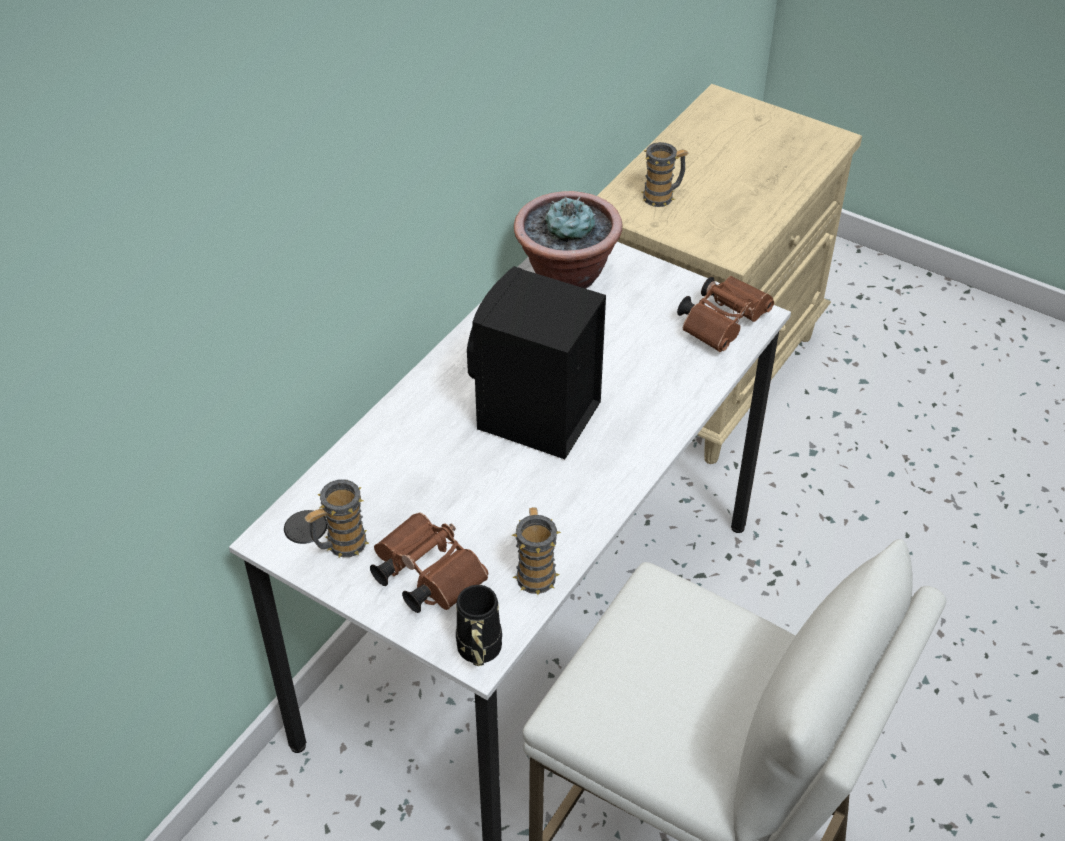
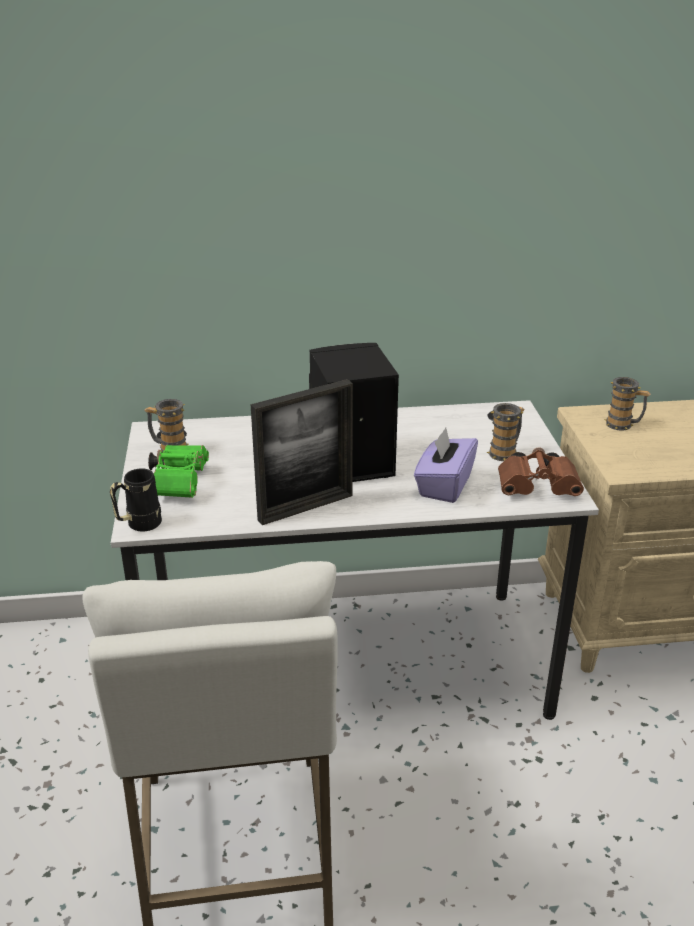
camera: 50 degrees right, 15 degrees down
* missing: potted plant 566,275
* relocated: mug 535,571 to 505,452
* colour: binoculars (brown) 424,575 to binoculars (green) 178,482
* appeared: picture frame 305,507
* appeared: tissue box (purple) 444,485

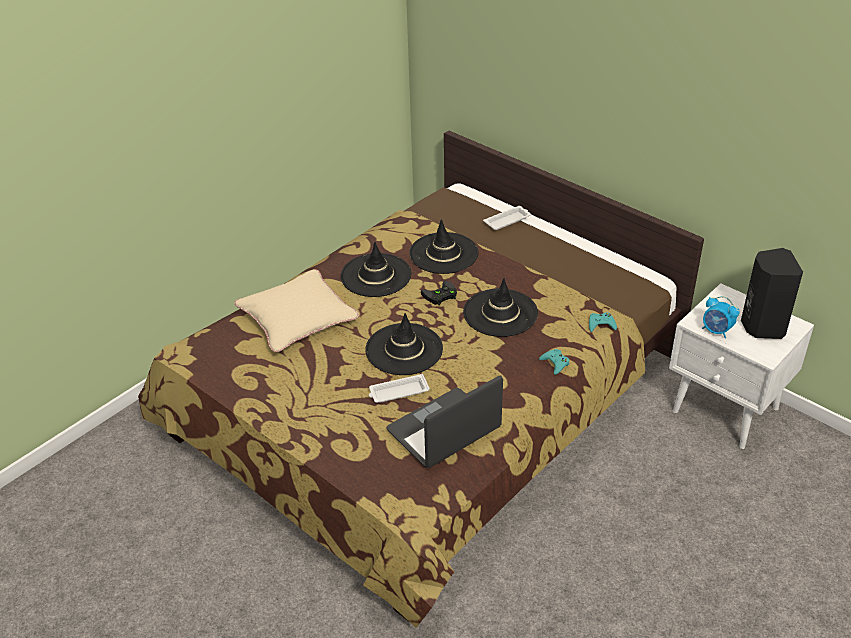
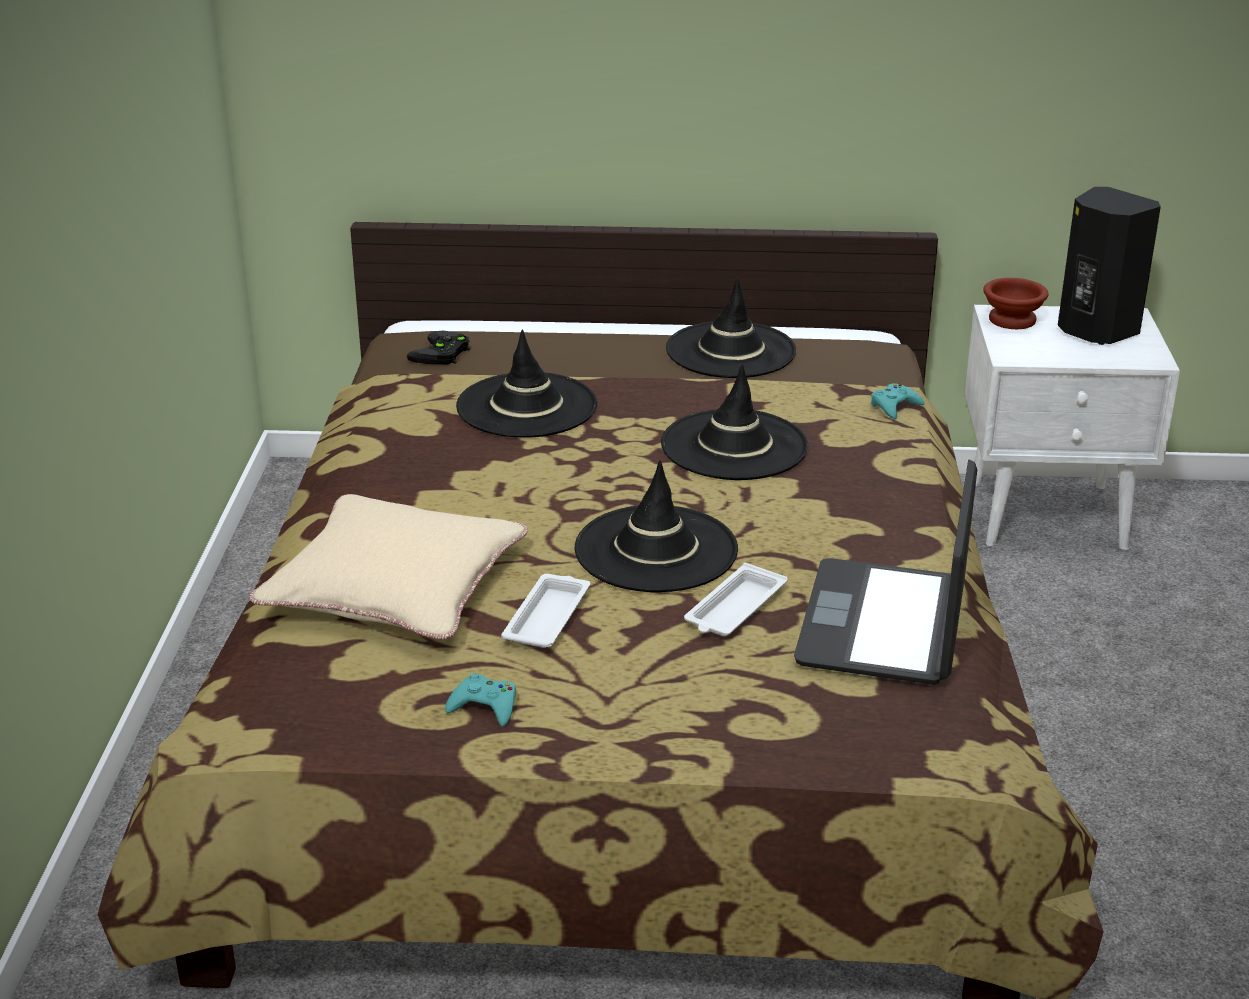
camera: 40 degrees left, 10 degrees down
* relocated: tray (white) 508,220 to 548,617
* relocated: hat (black) 376,275 to 730,351
* relocated: game controller (black) 439,296 to 441,354
* missing: alarm clock 716,331
* relocated: game controller (turquoise) 555,363 to 485,706
* appeared: bowl (brown) 1010,319

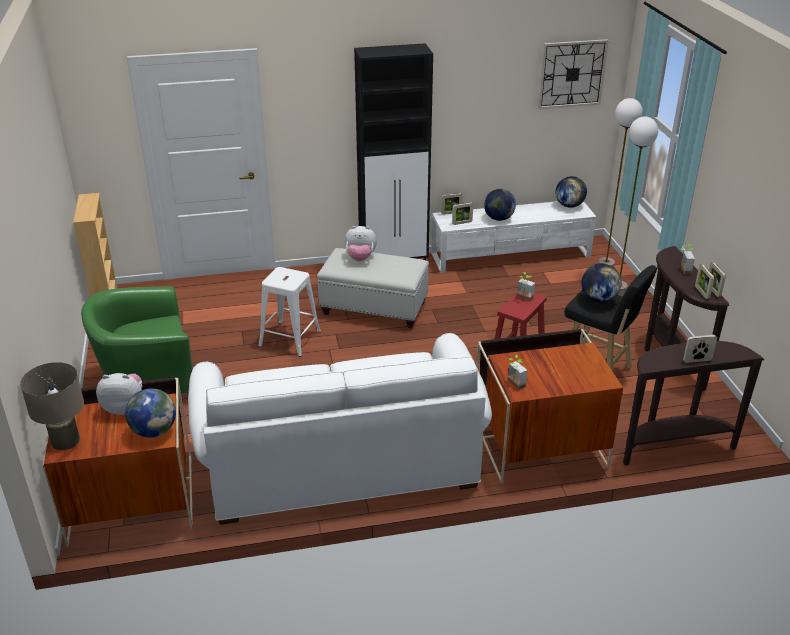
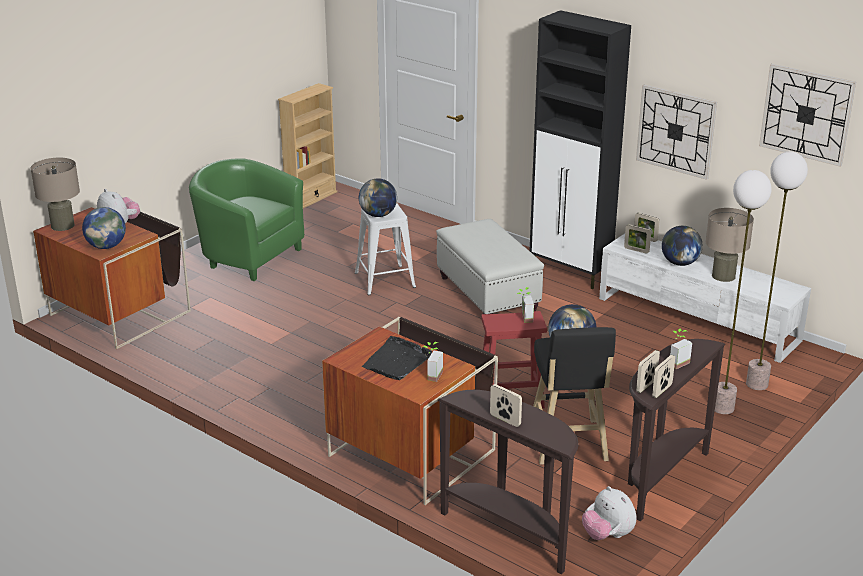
camera: 50 degrees right, 5 degrees down
* relocated: globe 569,205 to 378,215
* relocated: plush toy 360,258 to 607,535
* missing: sofa (white) 341,461
* relocated: potted plant 513,385 to 431,375
* appeared: wall clock 676,131
* appeared: table lamp (beige) 723,276
* appeared: tray (black) 397,361

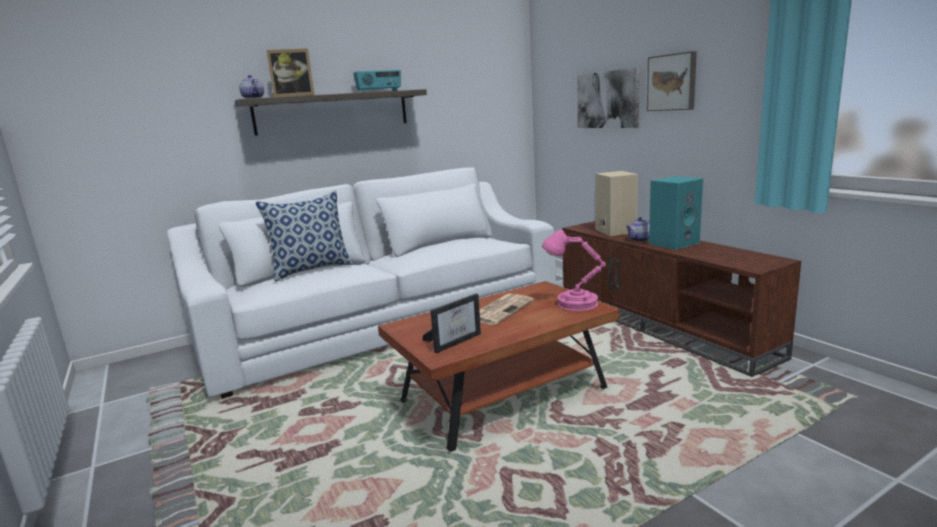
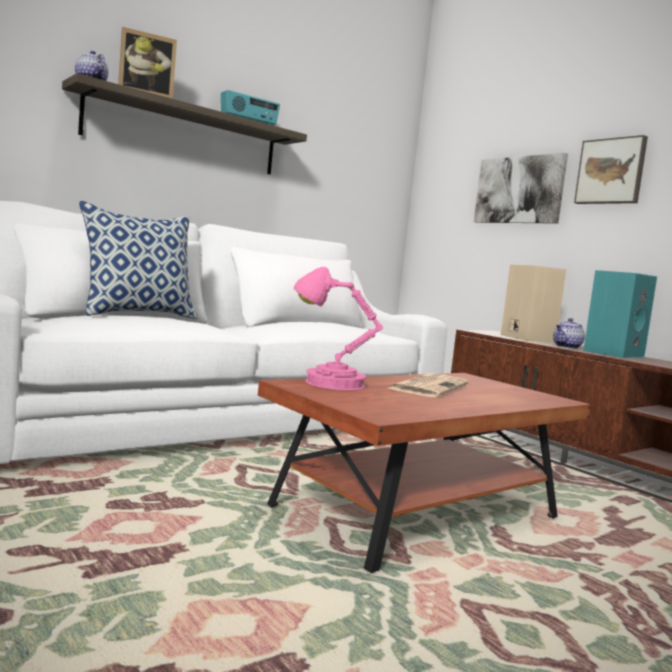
camera: 10 degrees left, 10 degrees down
* relocated: table lamp (pink) 573,303 to 329,383
* missing: picture frame 455,341

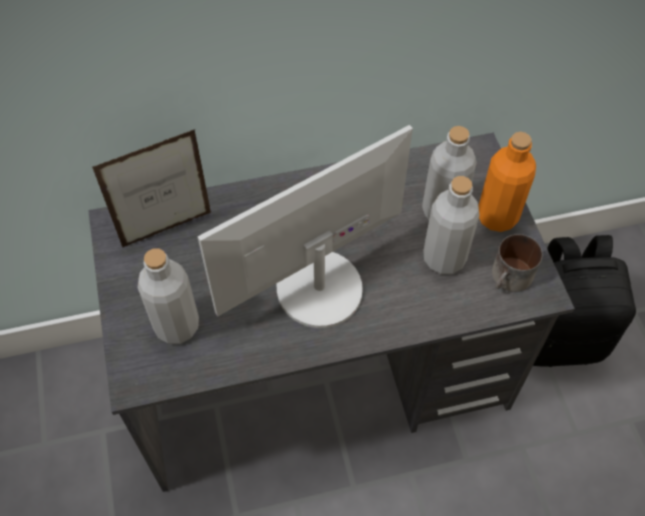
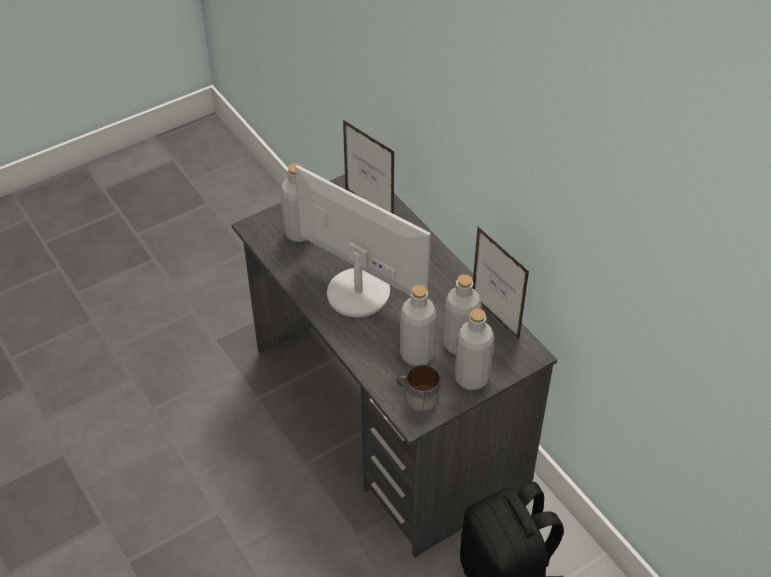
camera: 70 degrees right, 10 degrees down
* colour: bottle (orange) 497,216 to bottle (grey) 471,378
* appeared: picture frame 495,317

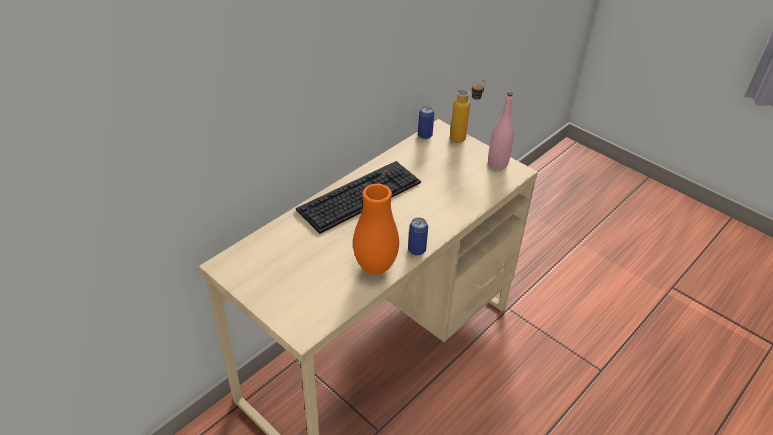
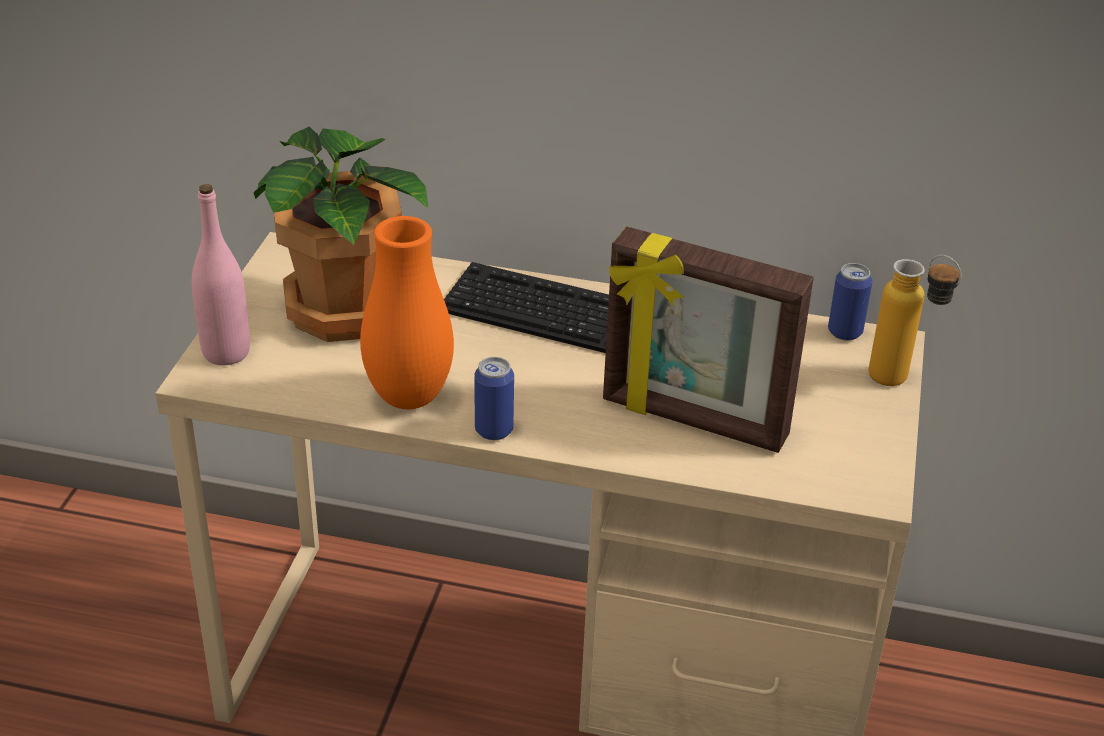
camera: 60 degrees right, 5 degrees down
* relocated: bottle (pink) 497,164 to 226,352
* appeared: potted plant 347,309
* appeared: picture frame 693,420

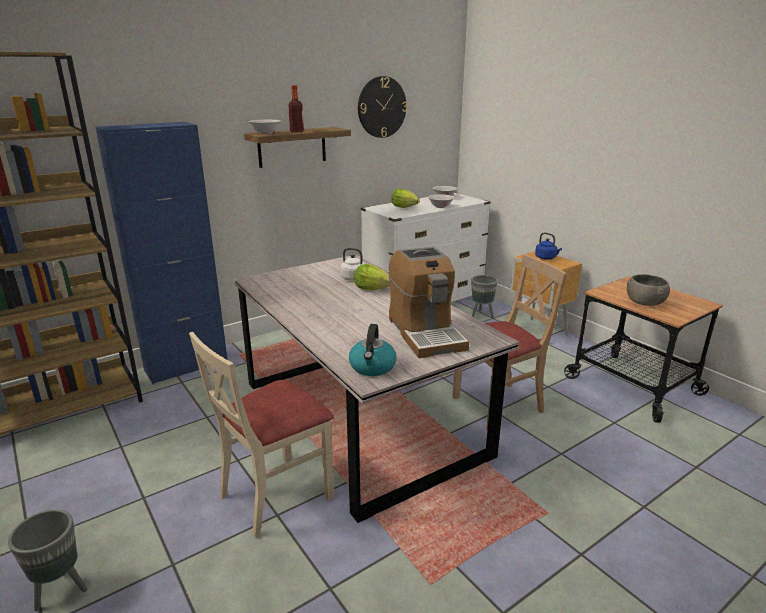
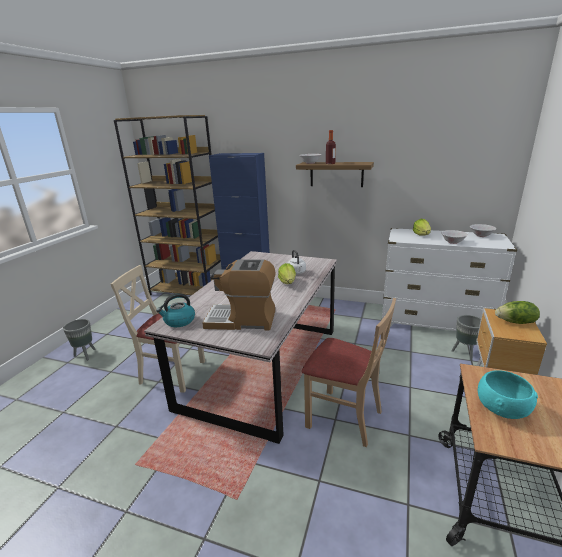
camera: 55 degrees right, 0 degrees up
* missing: wall clock 382,107
* exchanged: kettle (blue) 546,258 to lettuce 516,322
* spun: coffee machine 425,333 = 242,320 60 degrees clockwise
* colour: bowl (grey) 644,302 to bowl (turquoise) 502,408

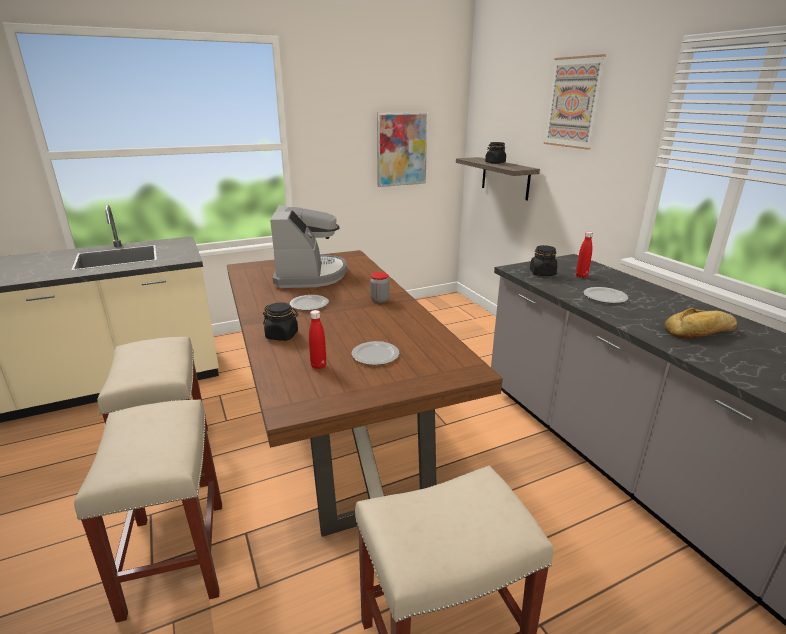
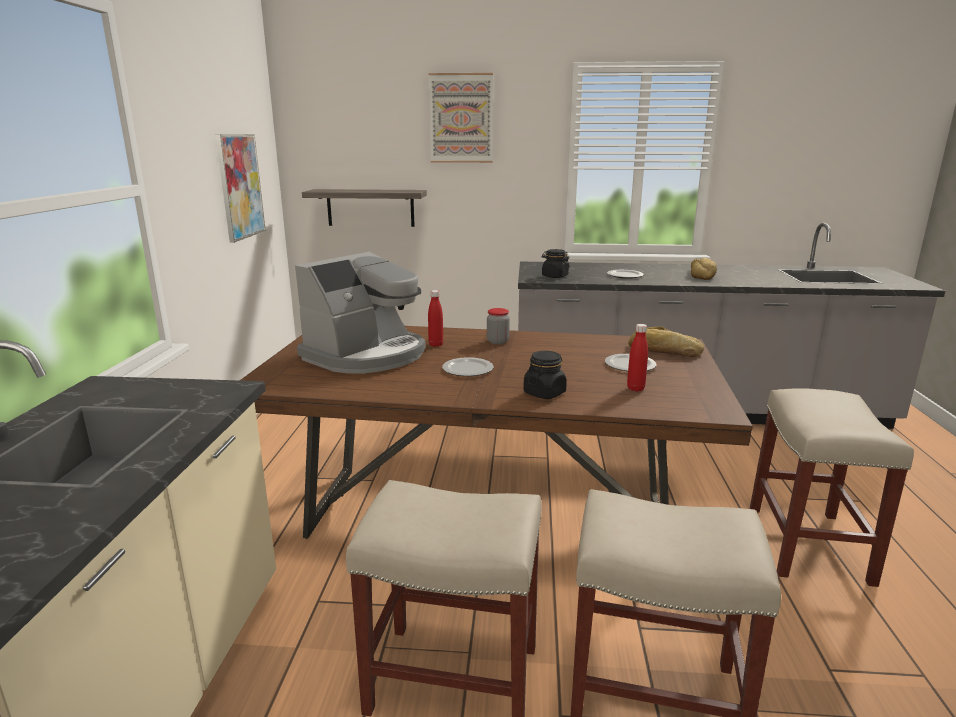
camera: 60 degrees left, 5 degrees down
* missing: jar (black) 495,163
* spun: coffee machine 309,275 = 367,355 105 degrees clockwise
* relocated: bottle (red) 581,276 to 436,344
* appeared: bread 664,351

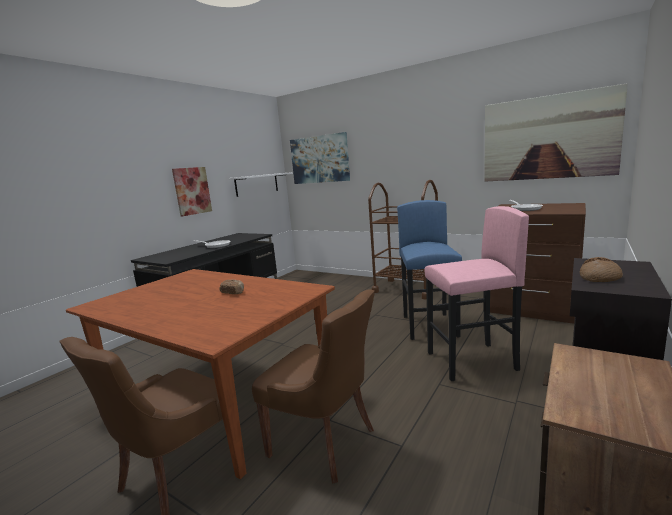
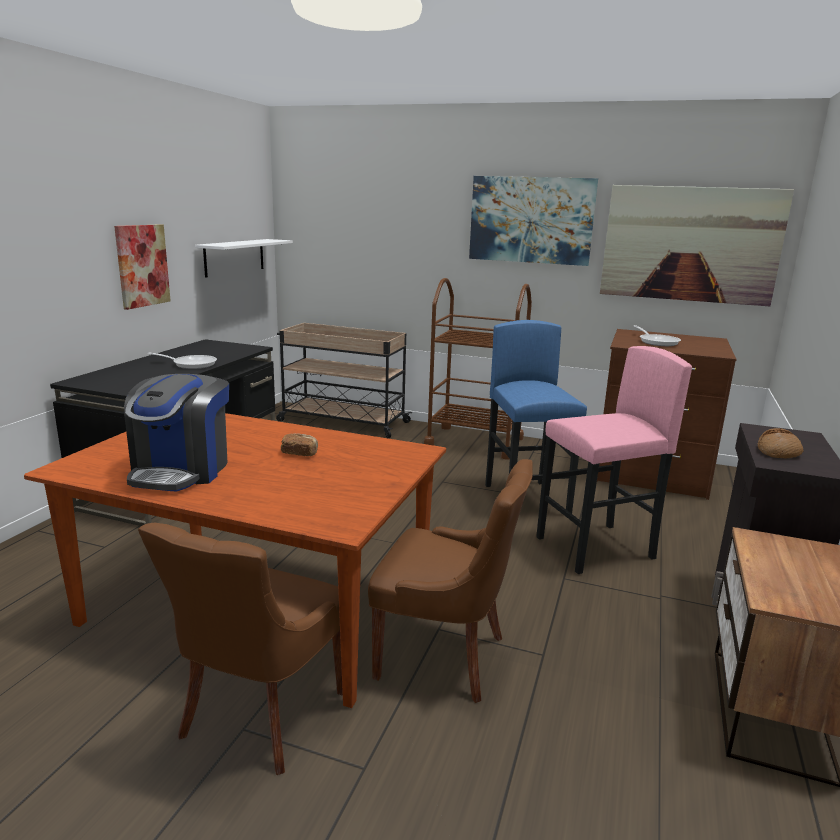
camera: 15 degrees left, 5 degrees up
* relocated: picture 319,159 to 531,220
* appeared: cart (beige) 342,421
* appeared: coffee machine 181,470

